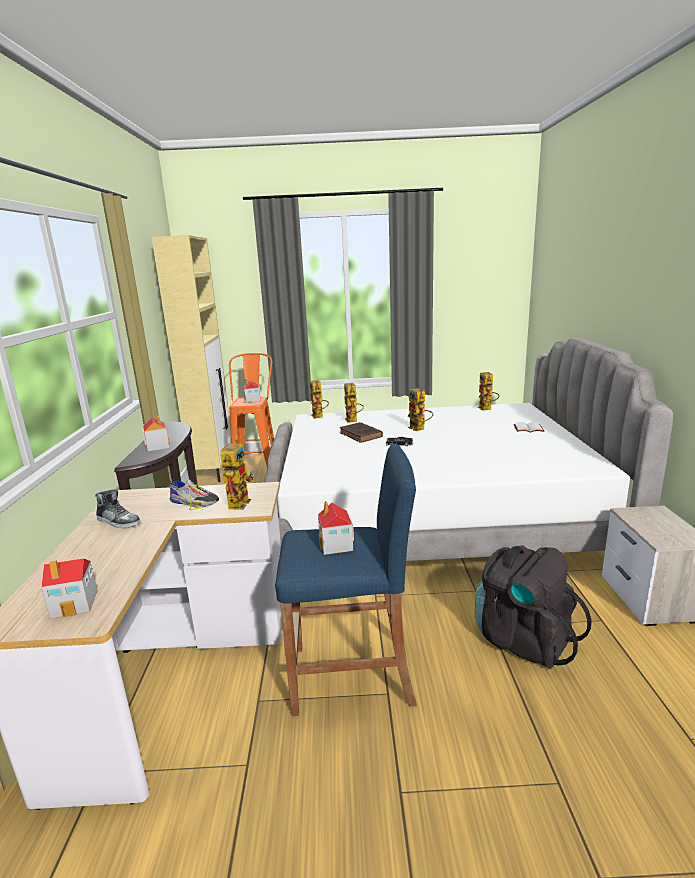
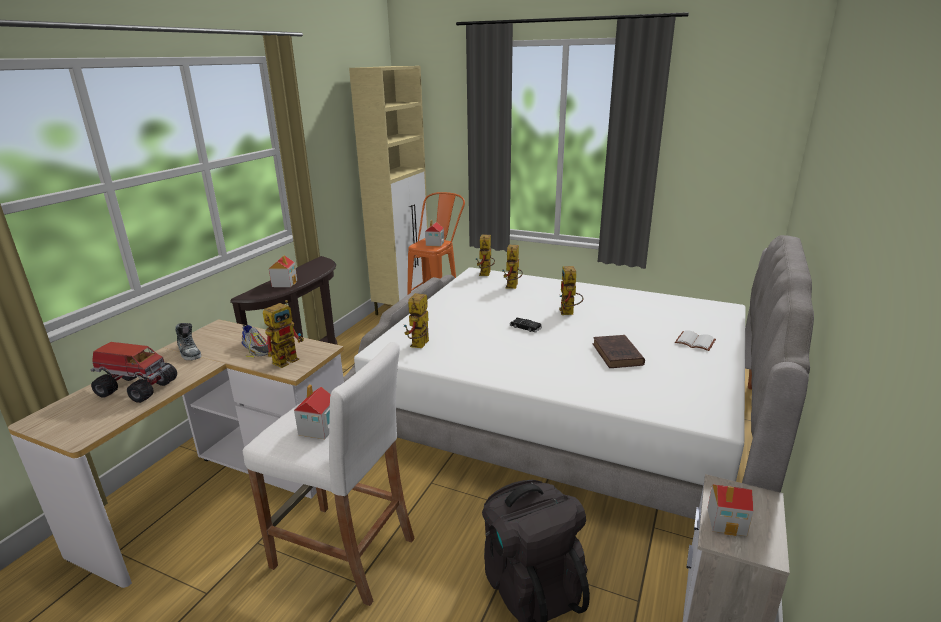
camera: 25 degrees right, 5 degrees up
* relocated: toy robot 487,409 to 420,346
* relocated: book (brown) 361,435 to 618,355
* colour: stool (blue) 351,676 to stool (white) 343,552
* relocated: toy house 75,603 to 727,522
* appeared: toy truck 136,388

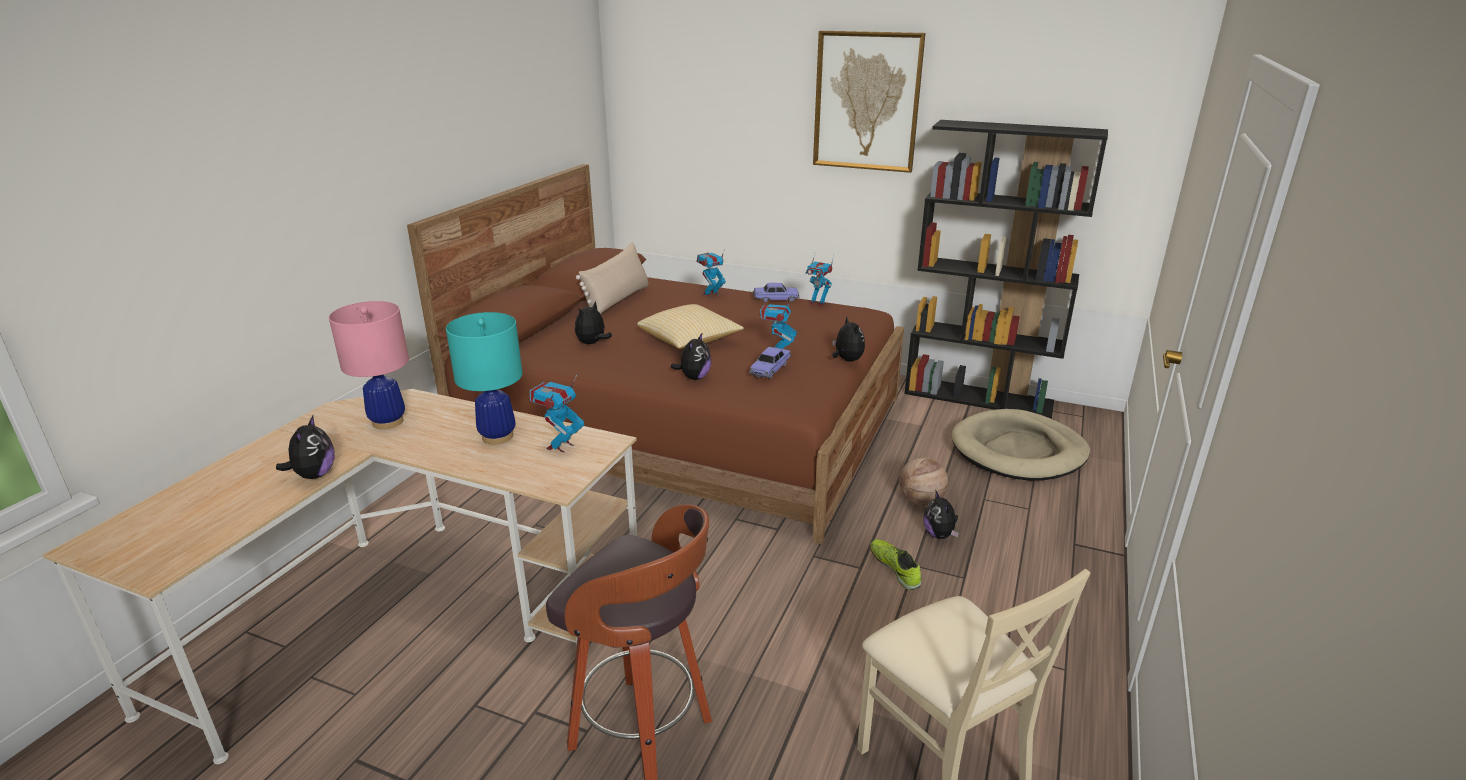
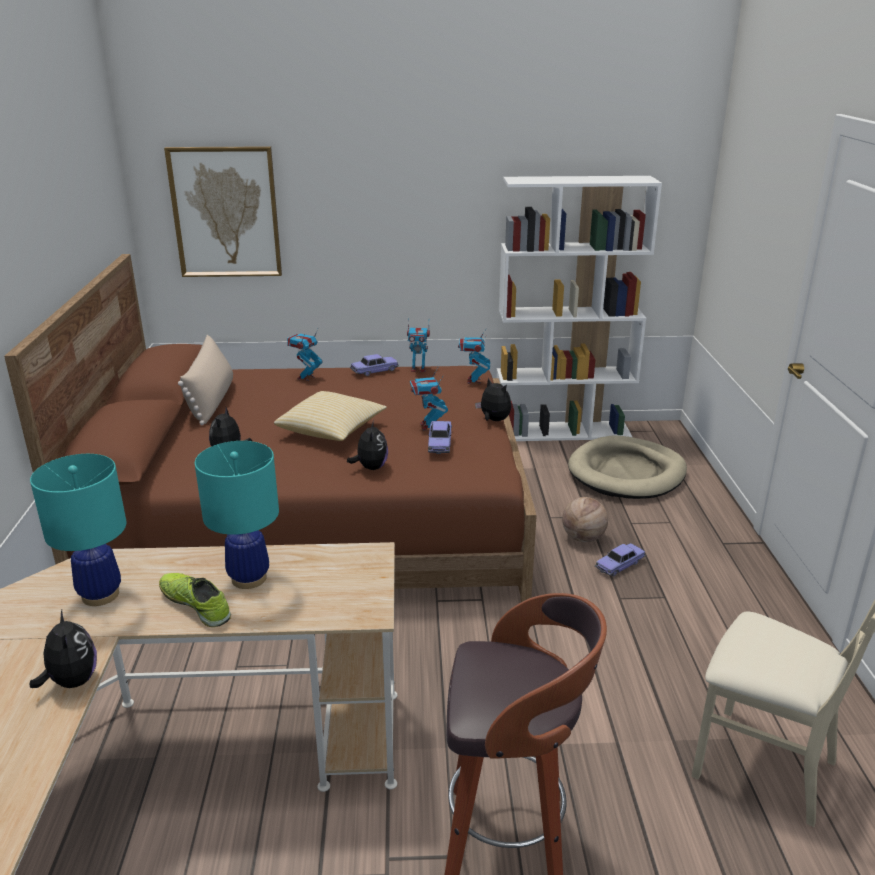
camera: 25 degrees left, 0 degrees up
* relocated: picture 867,101 to 225,212
* colour: bookcase (black) 979,397 to bookcase (white) 563,431
* colour: table lamp (pink) 388,422 to table lamp (turquoise) 101,595
* relocated: toy robot 560,446 to 473,381
* exchanged: plush toy 939,535 to toy car 619,565
* relocated: shoe 895,568 to 196,605

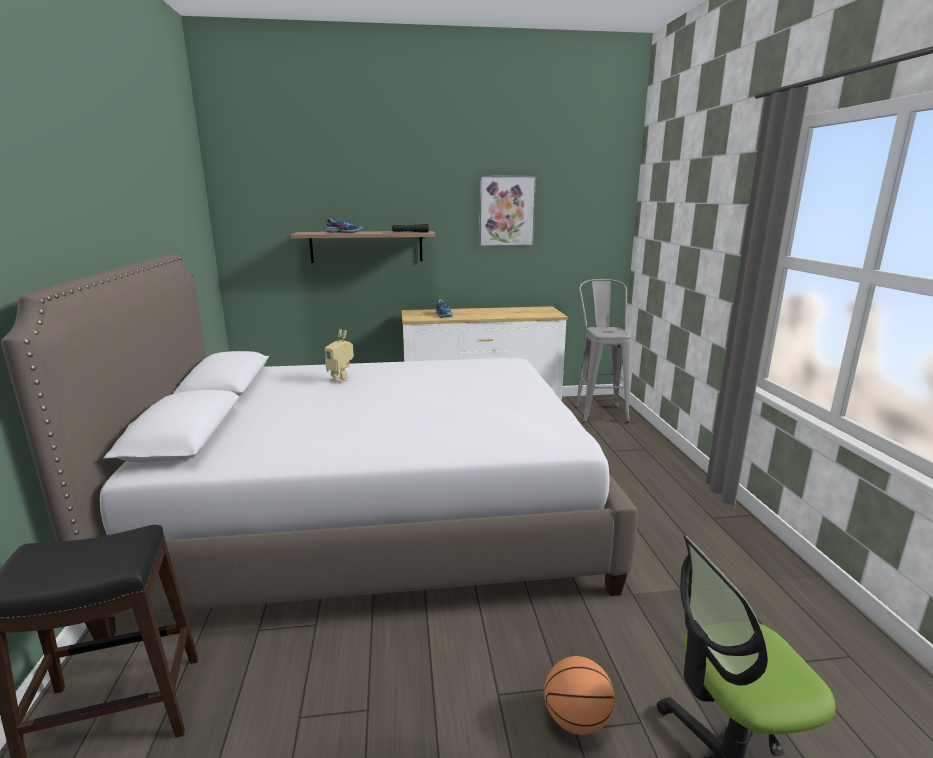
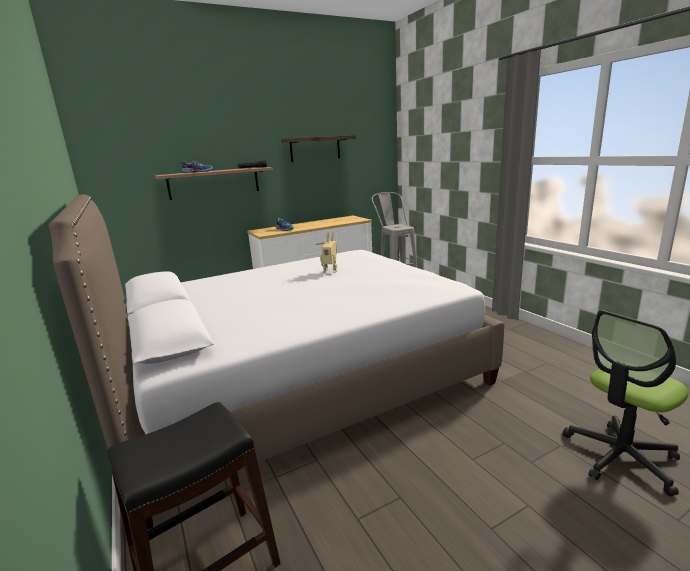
camera: 20 degrees left, 0 degrees up
* exchanged: picture 506,211 to shelf 315,149
* relocated: toy robot 341,379 to 331,271
* missing: basketball 576,720

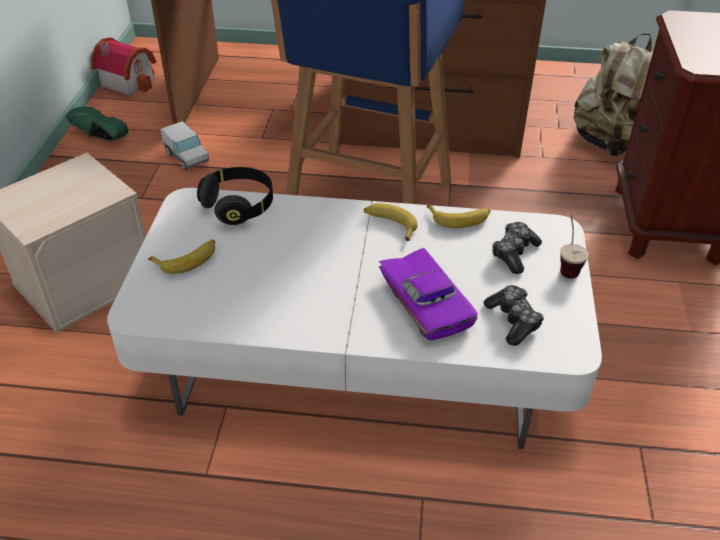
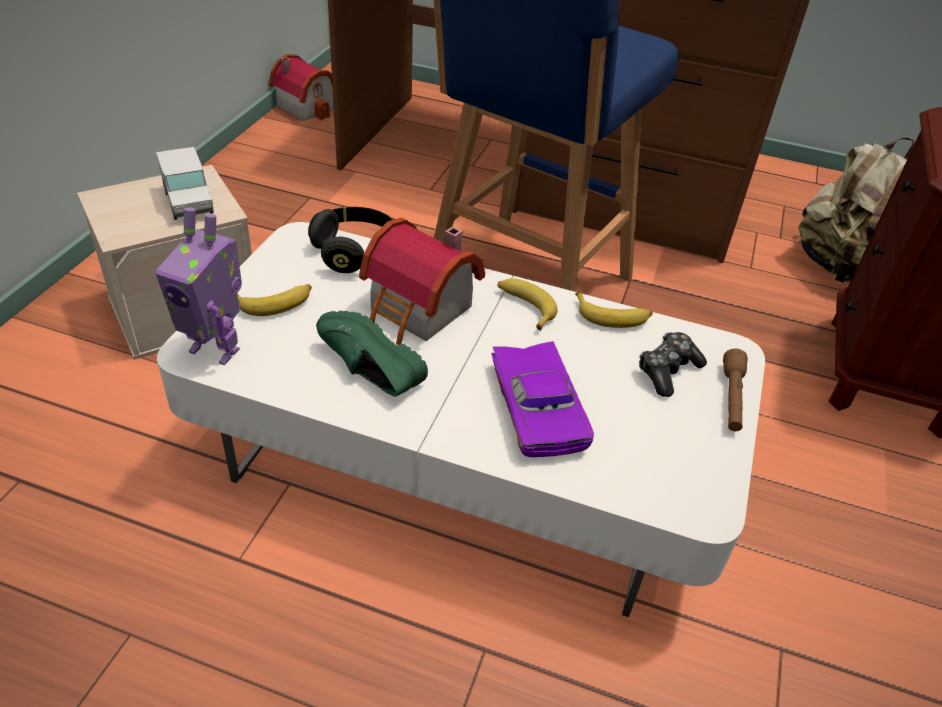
camera: 10 degrees right, 0 degrees up
* relocated: shoe (green) 96,136 to 365,373
* relocated: toy truck 187,157 to 188,202
* exchanged: cup 567,265 to flashlight (brown) 731,399
* missing: game controller 513,321
* appeared: toy robot 216,348
* appeared: toy house 419,312

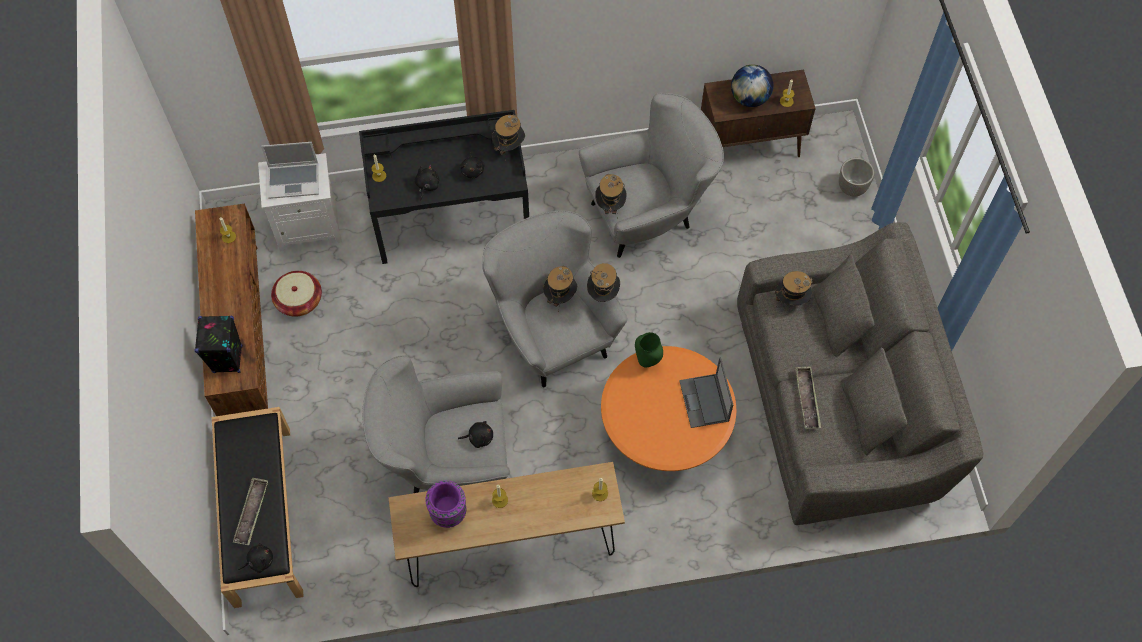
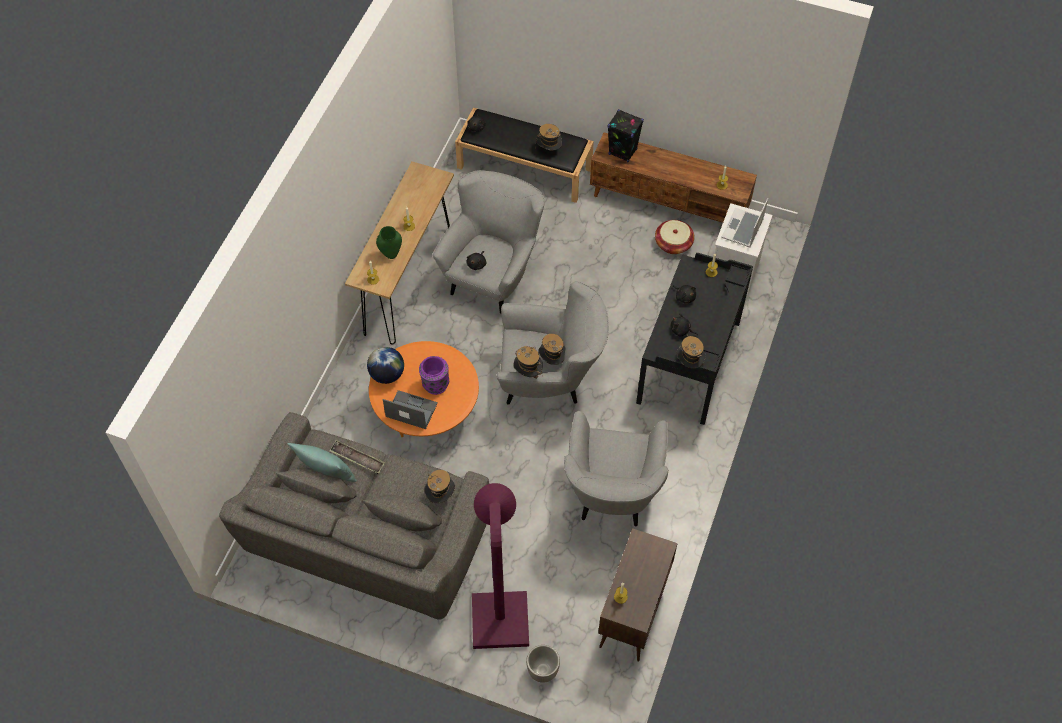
camera: 120 degrees right, 5 degrees down
* relocated: globe 749,98 to 387,374
* relocated: hat 610,205 to 548,150
* relocated: vase (green) 648,361 to 391,255
* missing: tray 252,513
* relocated: vase (purple) 448,513 to 435,385
* appeared: pillow (turquoise) 326,474
* appeared: floor lamp (purple) 499,610

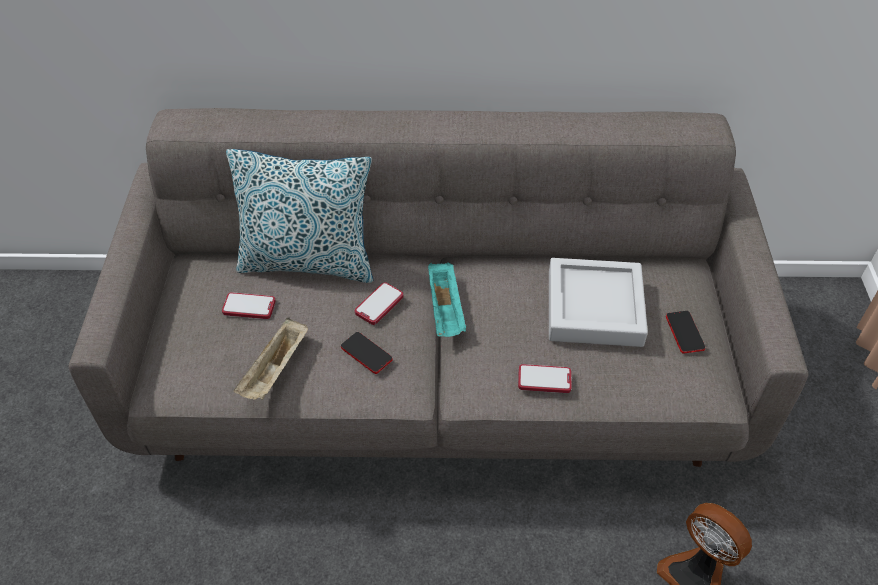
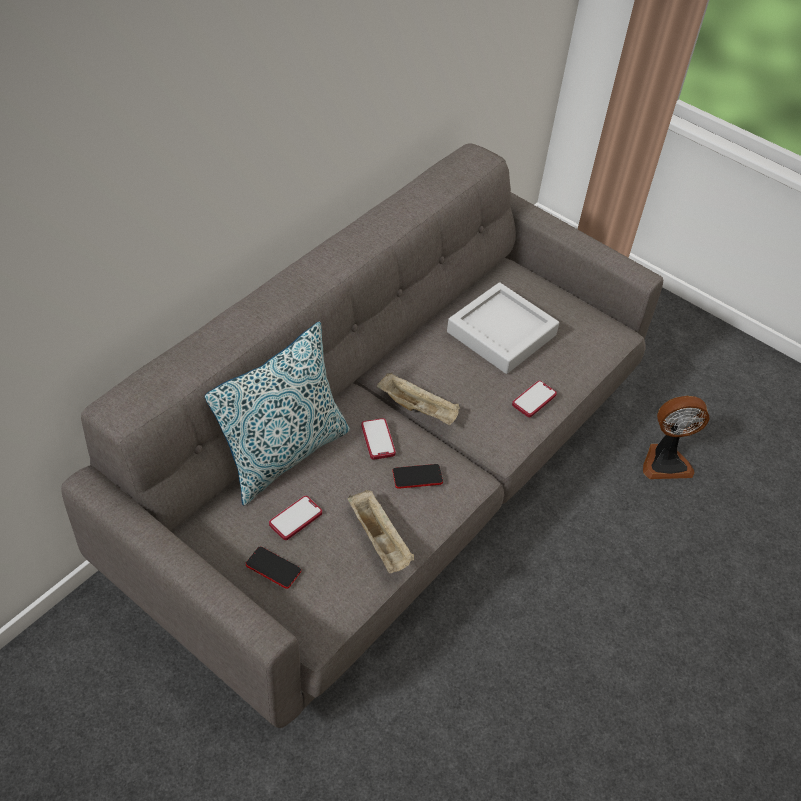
camera: 55 degrees left, 0 degrees up
* colour: tray (turquoise) 446,310 to tray (beige) 419,408
* relocated: phone 684,332 to 273,568

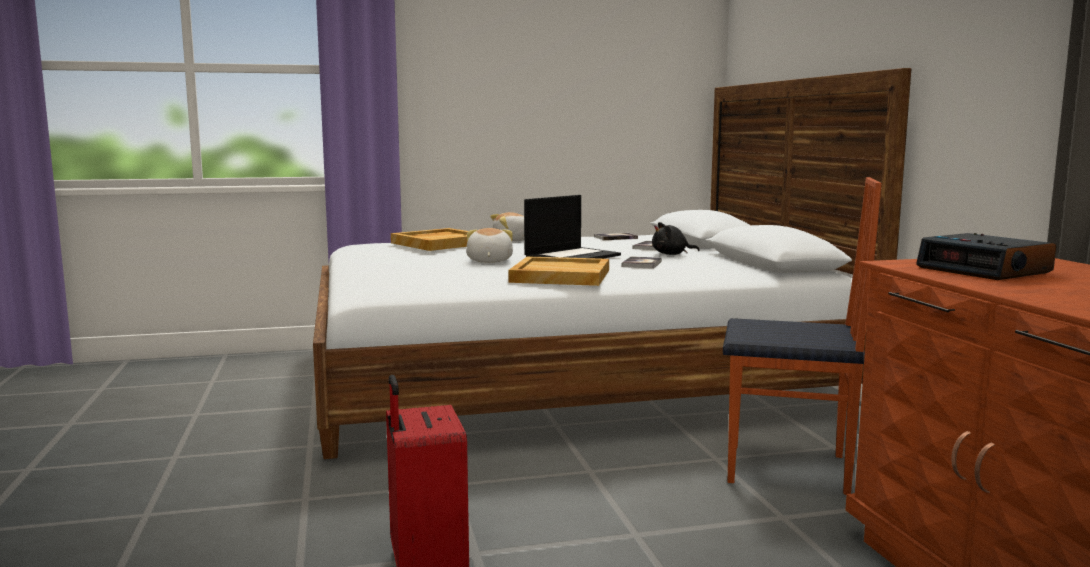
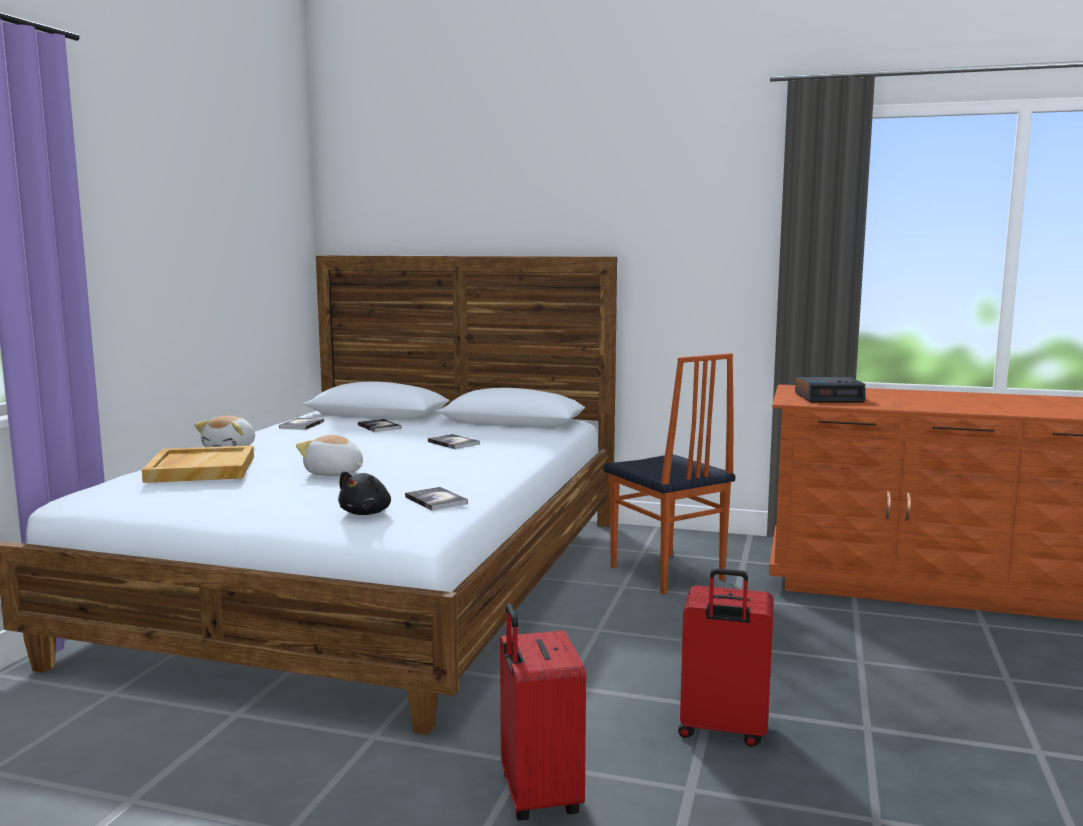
camera: 60 degrees left, 0 degrees up
* spun: chair 788,470 = 665,574 105 degrees clockwise
* missing: laptop 572,256
* relocated: plush toy (black) 671,254 to 367,513
* missing: tray (beige) 559,276
* appeared: book 436,500
* appeared: suitcase (red) 537,796

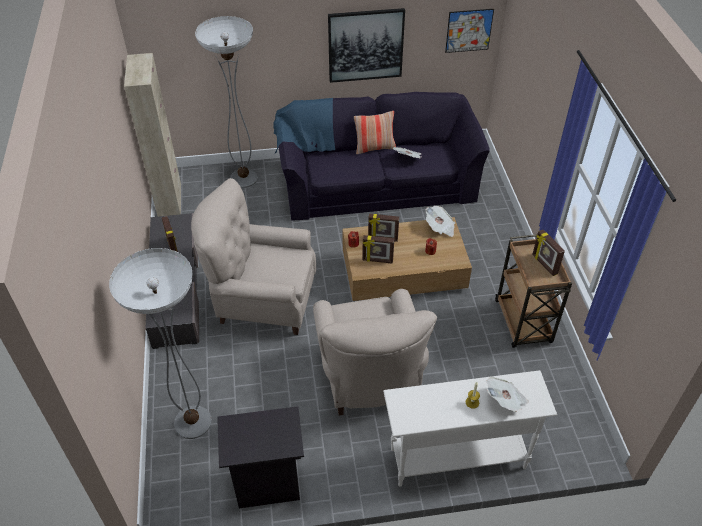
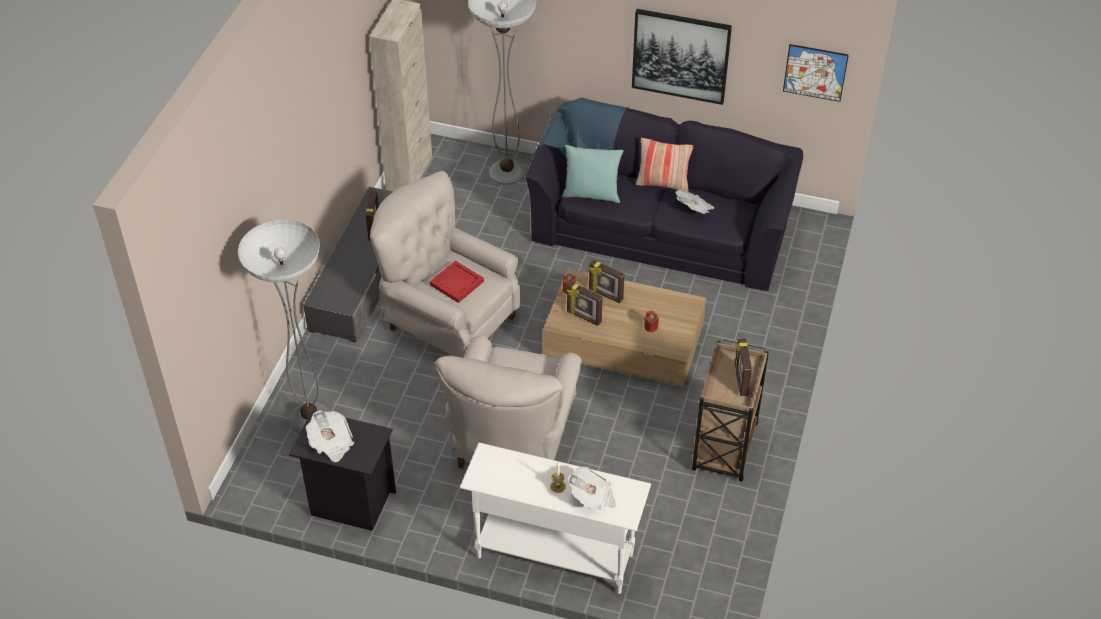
camera: 25 degrees right, 0 degrees up
* relocated: newspaper 440,228 to 331,444
* appeared: pillow (turquoise) 592,194
* appeared: tray (red) 456,282

